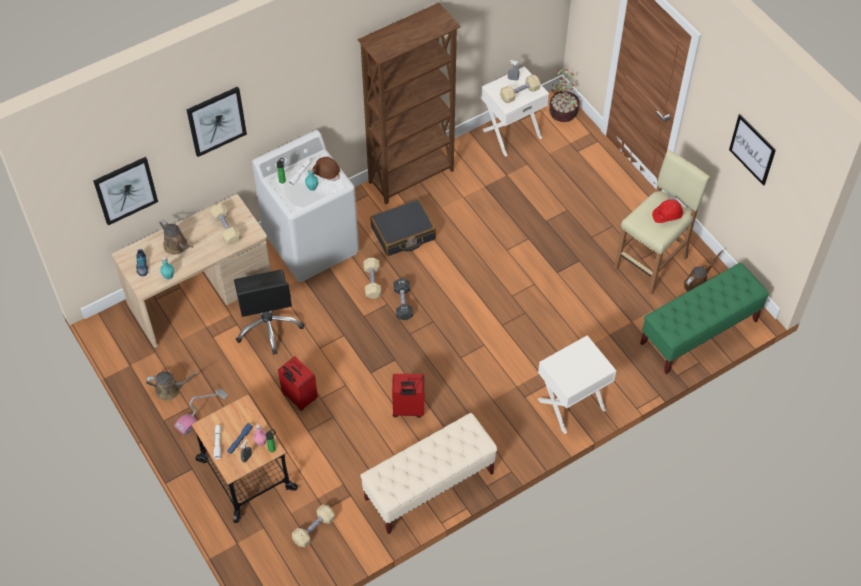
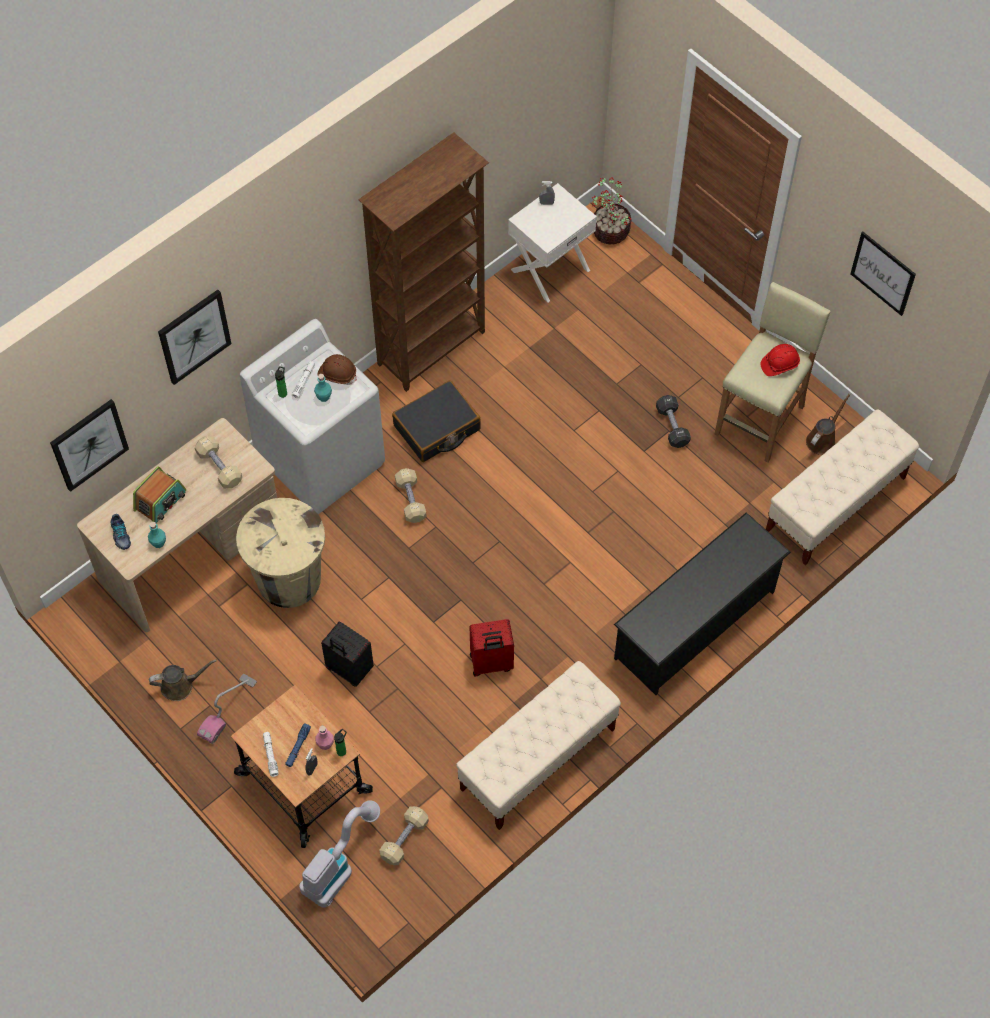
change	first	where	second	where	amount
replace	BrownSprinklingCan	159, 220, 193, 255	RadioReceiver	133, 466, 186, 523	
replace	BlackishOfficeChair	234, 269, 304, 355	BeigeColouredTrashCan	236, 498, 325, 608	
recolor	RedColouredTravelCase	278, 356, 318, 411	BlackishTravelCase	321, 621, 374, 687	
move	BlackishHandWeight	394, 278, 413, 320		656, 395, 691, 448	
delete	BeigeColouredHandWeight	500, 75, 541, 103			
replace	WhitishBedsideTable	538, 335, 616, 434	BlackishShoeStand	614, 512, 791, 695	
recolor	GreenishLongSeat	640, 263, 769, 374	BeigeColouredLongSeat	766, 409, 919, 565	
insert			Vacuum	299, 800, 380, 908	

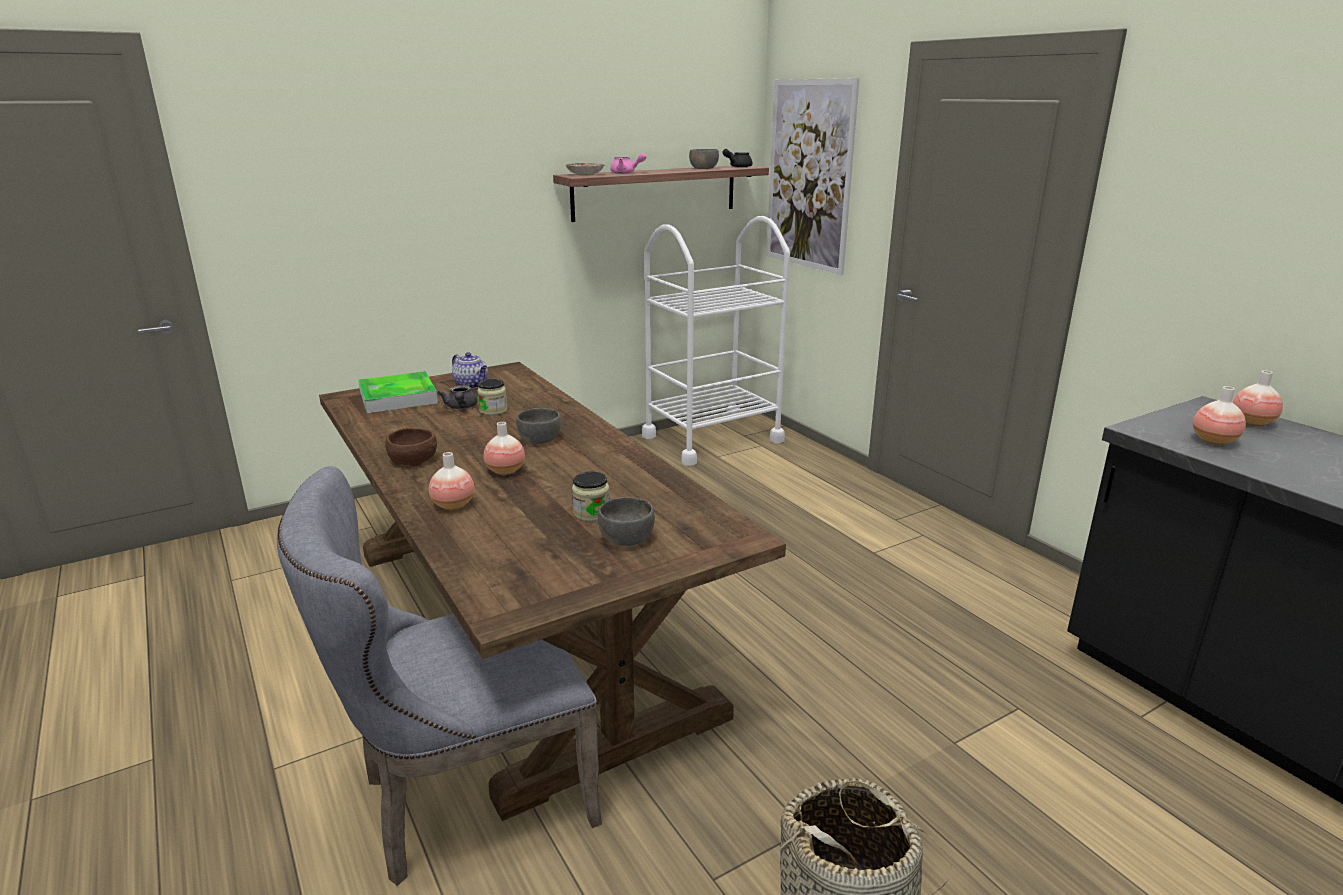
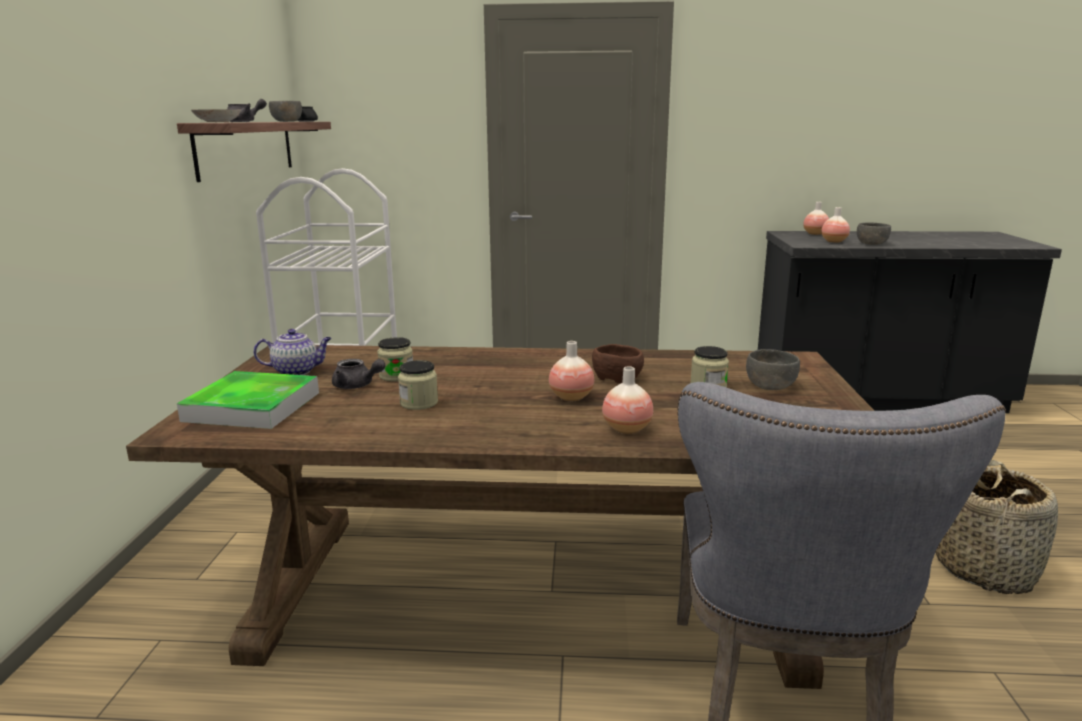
change	first	where	second	where	amount
move	BrownServingBowl	385, 428, 437, 466		592, 344, 644, 383	
move	GrayServingBowl	516, 408, 561, 444		857, 222, 891, 245	
recolor	PinkColouredTeaPot	610, 153, 646, 173	GrayTeaPot	227, 99, 267, 122	
delete	Picture	766, 78, 860, 275			
insert			StorageJar	398, 360, 438, 410	

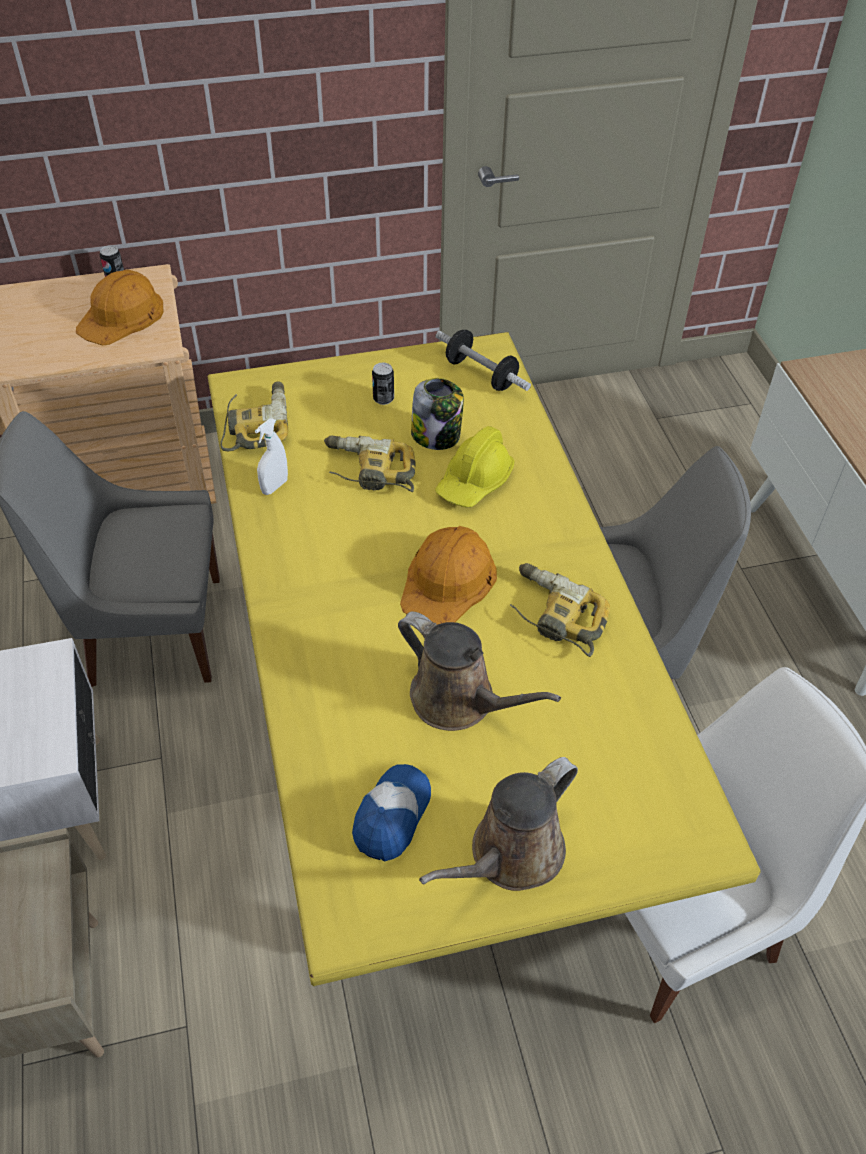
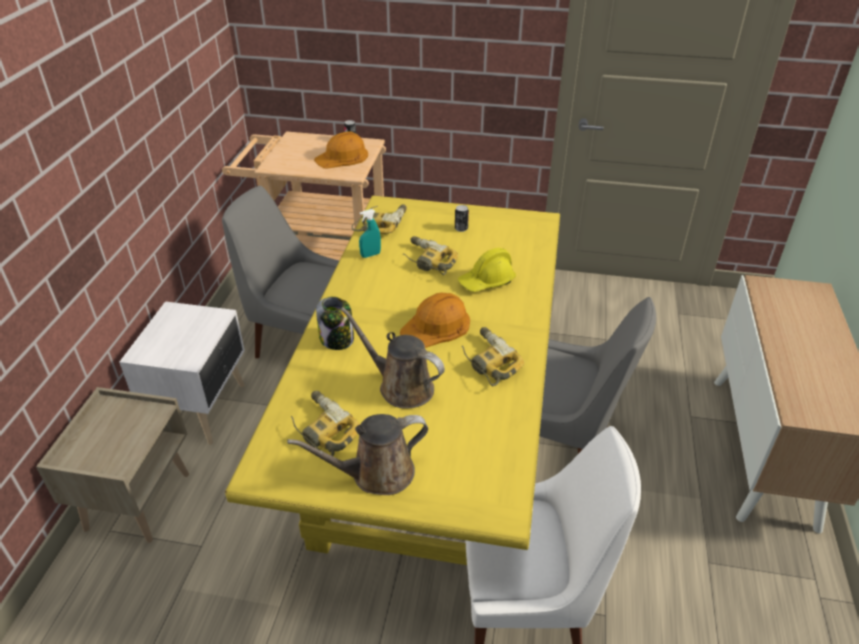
change	first	where	second	where	amount
recolor	WhitishHandSprayer	255, 418, 288, 495	TurquoiseHandSprayer	359, 209, 381, 258	
replace	Cap	352, 764, 431, 861	PowerDrill	291, 391, 359, 456	
rotate	BrownSprinklingCan	398, 612, 561, 731		341, 307, 445, 409	150 degrees clockwise
move	StorageJar	411, 378, 464, 450		316, 296, 354, 350	
delete	HandWeight	436, 330, 531, 391			

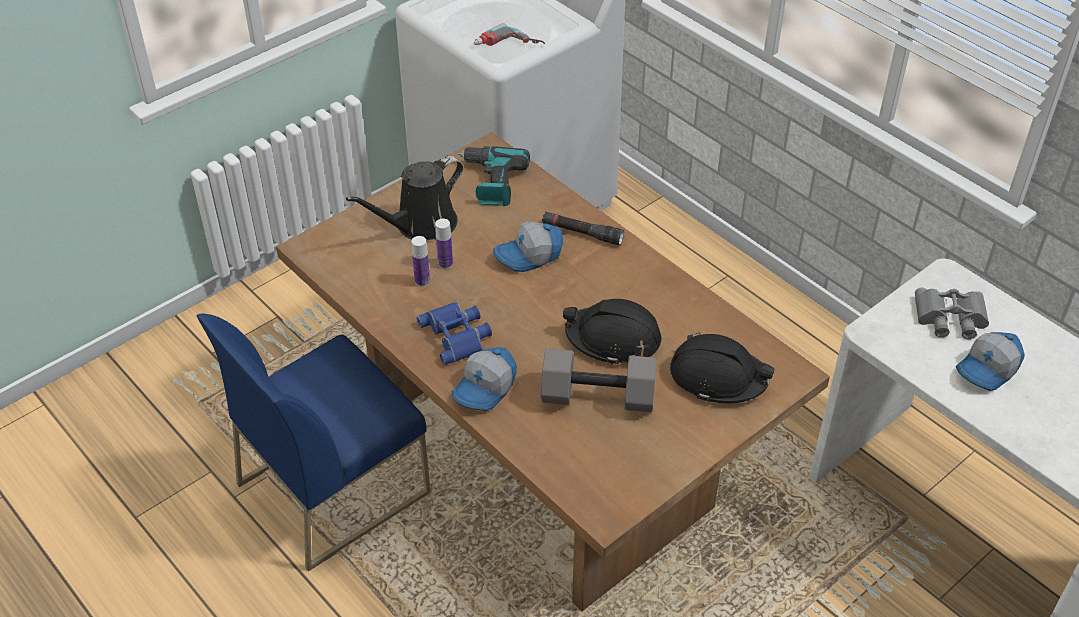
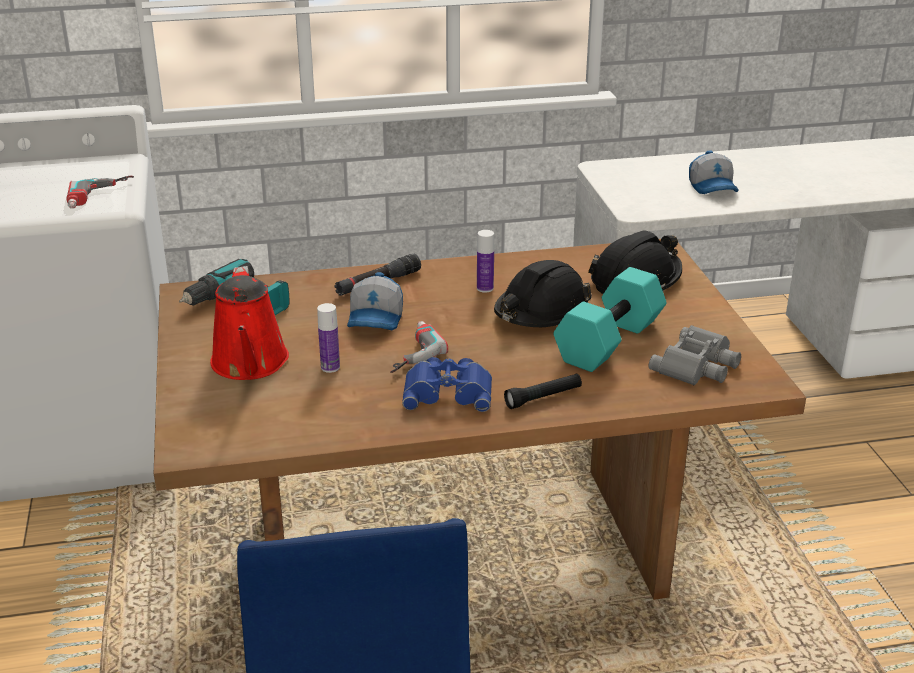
change	first	where	second	where	amount
recolor	BlackishSprinklingCan	346, 156, 463, 240	RedColouredSprinklingCan	210, 266, 289, 380	
move	BeverageBottle	411, 236, 430, 287		477, 230, 494, 293	
replace	Cap	452, 347, 517, 411	BlackishHandTorch	504, 374, 582, 409	
recolor	GrayHandWeight	541, 348, 657, 412	TurquoiseHandWeight	553, 267, 667, 372	
move	GrayFieldGlasses	915, 288, 989, 339		649, 325, 741, 385	
insert			PowerDrill	390, 321, 448, 373	

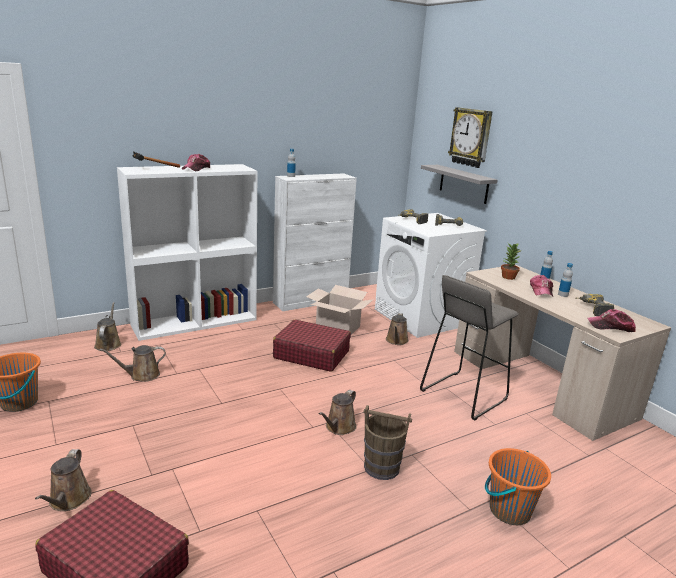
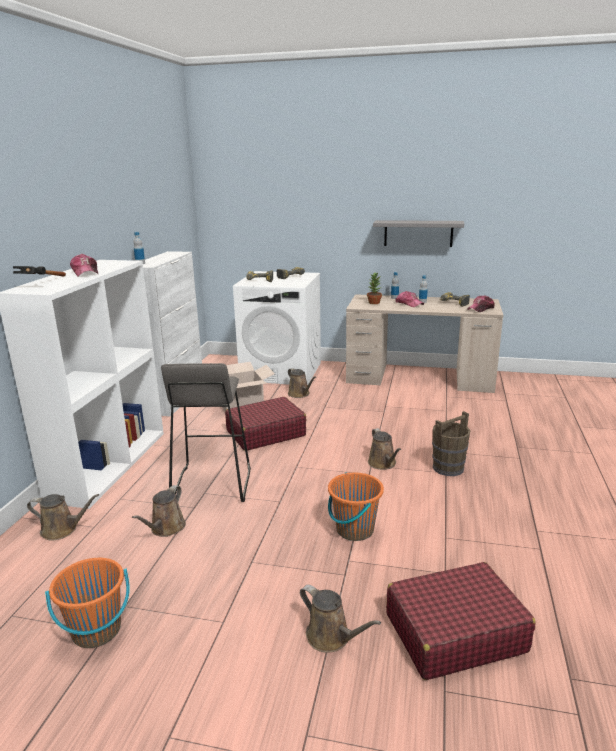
change	first	where	second	where	amount
rotate	BrownSprinklingCan	94, 302, 121, 351		27, 494, 99, 541	150 degrees clockwise
move	GrayStool	420, 275, 518, 420		161, 363, 251, 502	
move	GrayWallShelf	421, 165, 498, 204		373, 220, 464, 247	
delete	WallClock	448, 107, 493, 168			
move	OrangeColouredBucket	485, 448, 551, 525		328, 472, 384, 541	

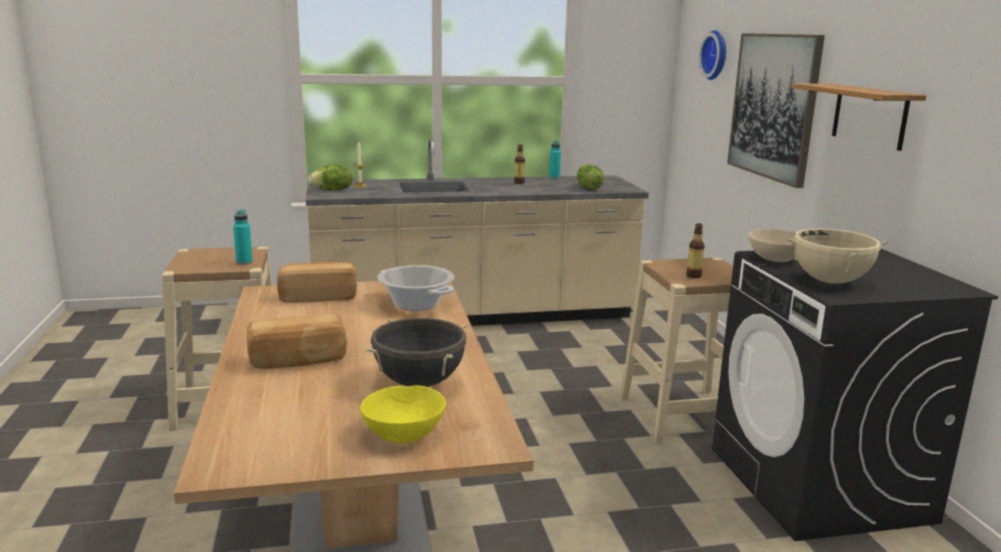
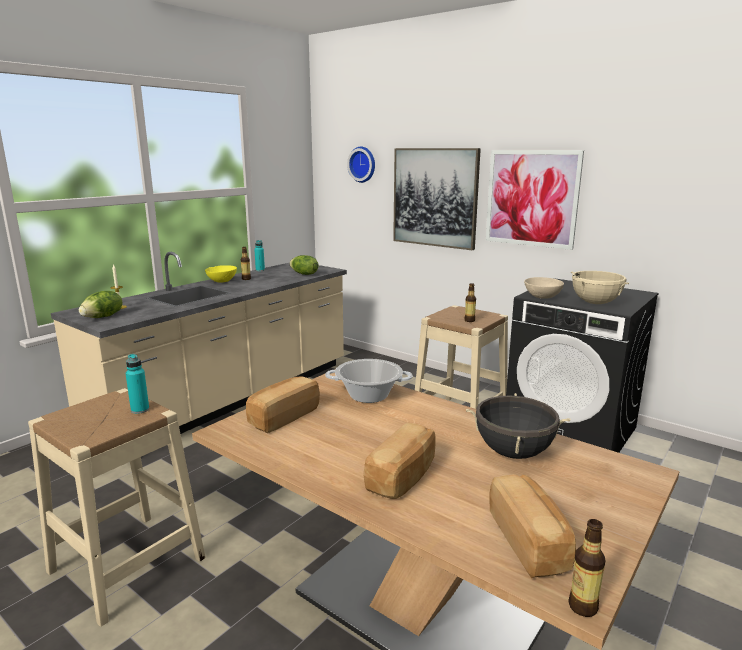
change	first	where	second	where	amount
move	YellowishServingBowl	360, 386, 446, 443		205, 265, 237, 282	
replace	WallShelf	791, 83, 927, 151	Picture	486, 150, 584, 250	
insert			Bread	489, 474, 576, 578	
insert			BeverageBottle	568, 519, 606, 617	

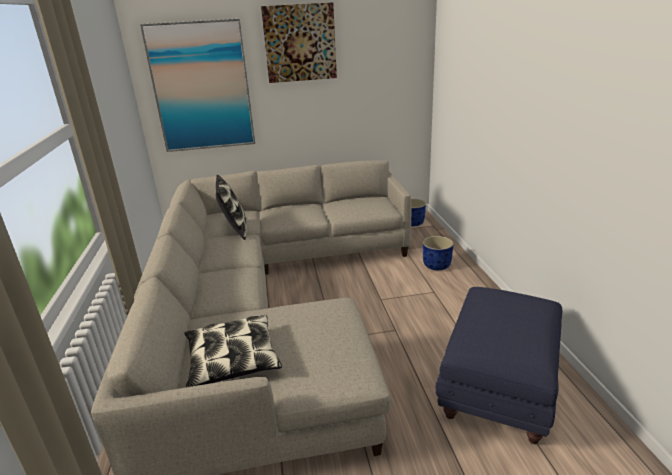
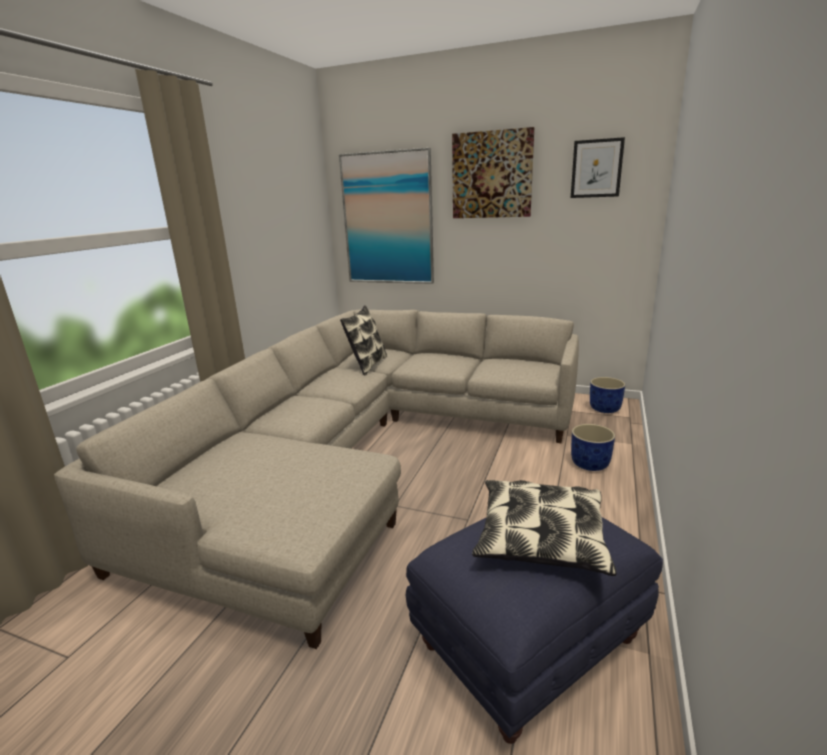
change	first	where	second	where	amount
move	Pillow	184, 314, 282, 387		472, 480, 617, 576	
insert			Picture	571, 137, 625, 198	

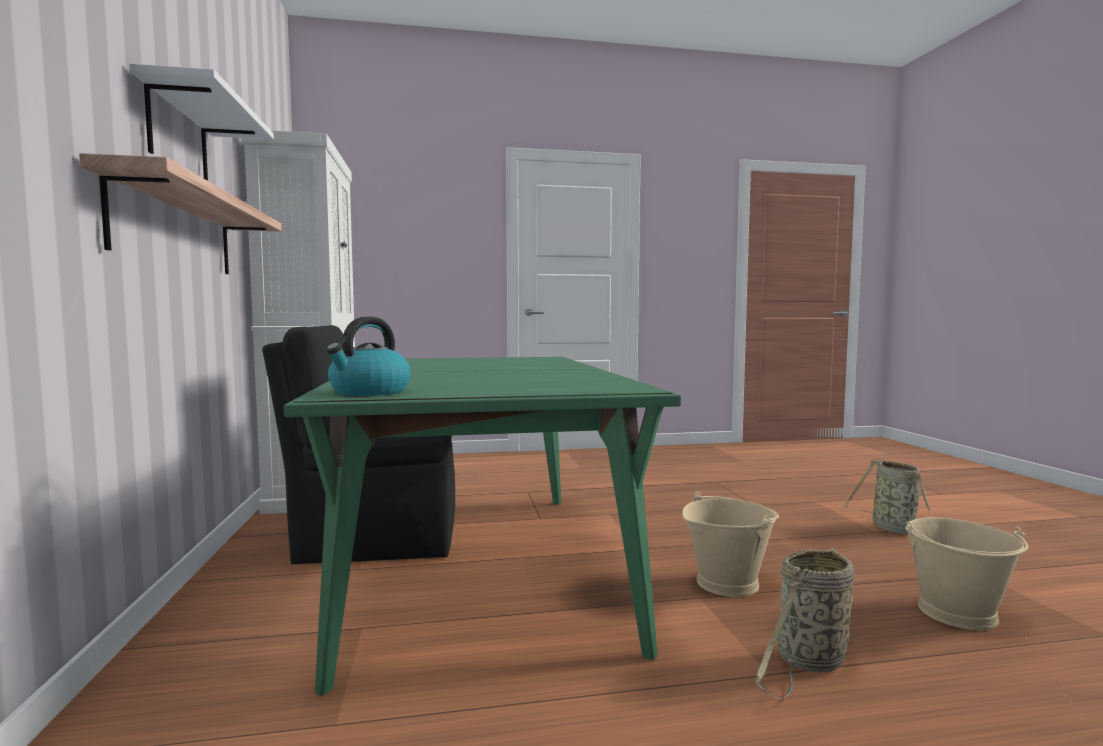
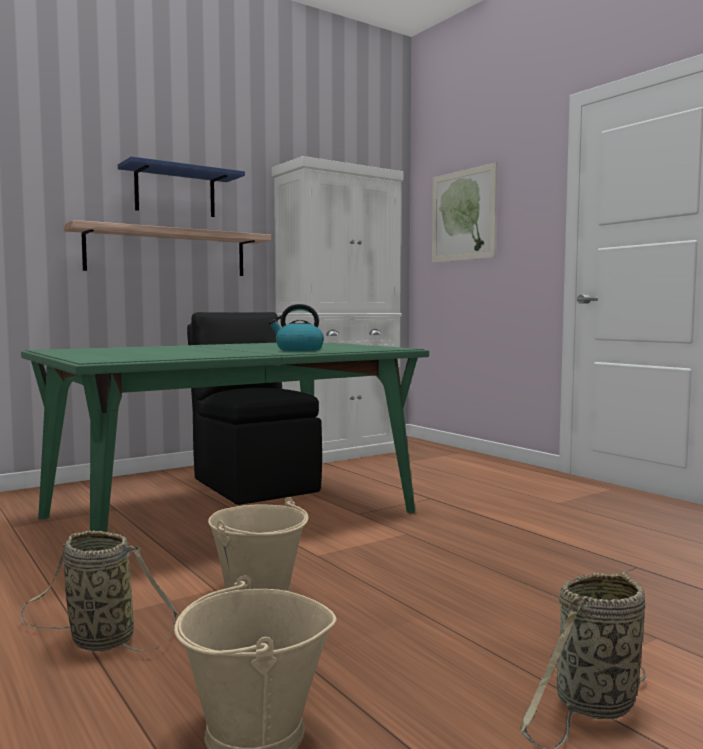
change	first	where	second	where	amount
recolor	WhitishWallShelf	129, 63, 274, 181	BlueColouredWallShelf	118, 156, 245, 217	
move	Kettle	326, 317, 411, 396		269, 304, 324, 351	
insert			Picture	432, 162, 497, 263	

